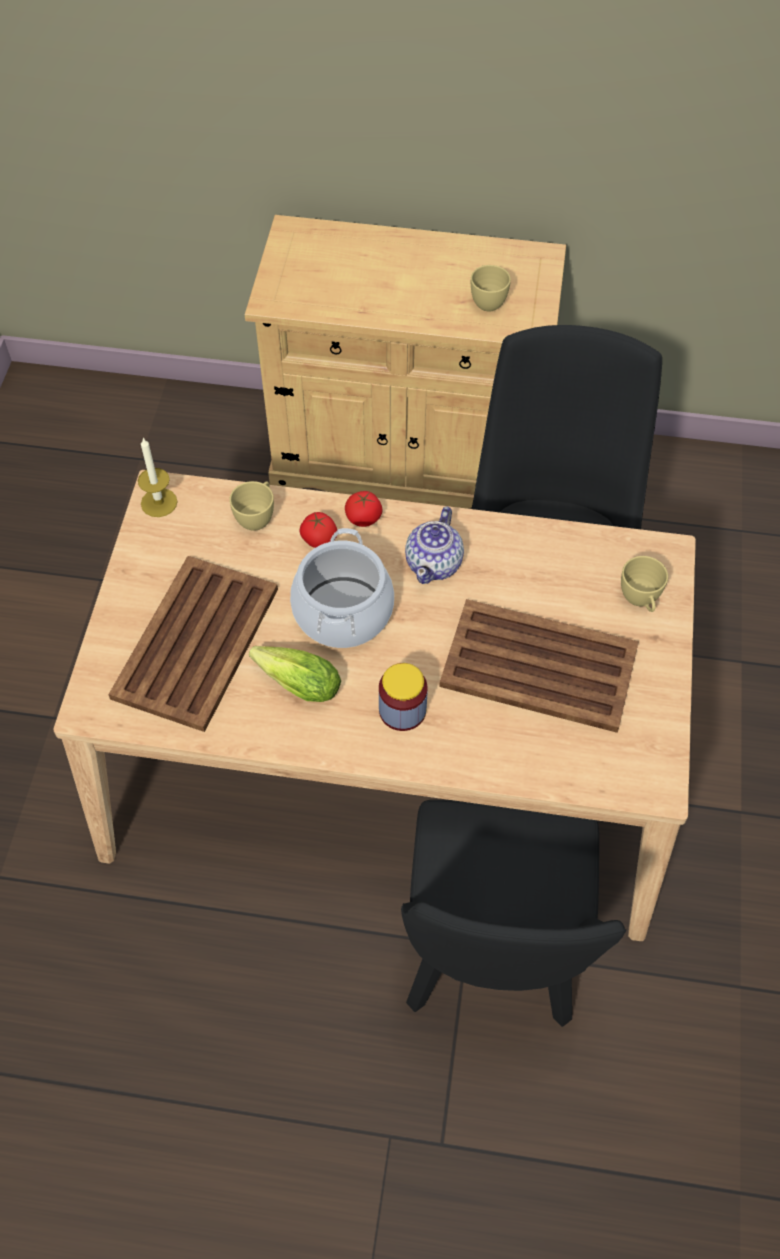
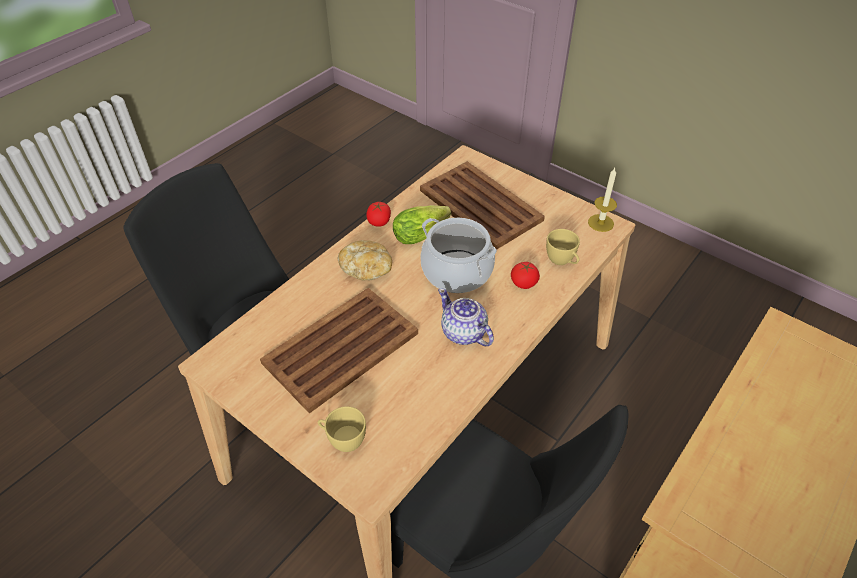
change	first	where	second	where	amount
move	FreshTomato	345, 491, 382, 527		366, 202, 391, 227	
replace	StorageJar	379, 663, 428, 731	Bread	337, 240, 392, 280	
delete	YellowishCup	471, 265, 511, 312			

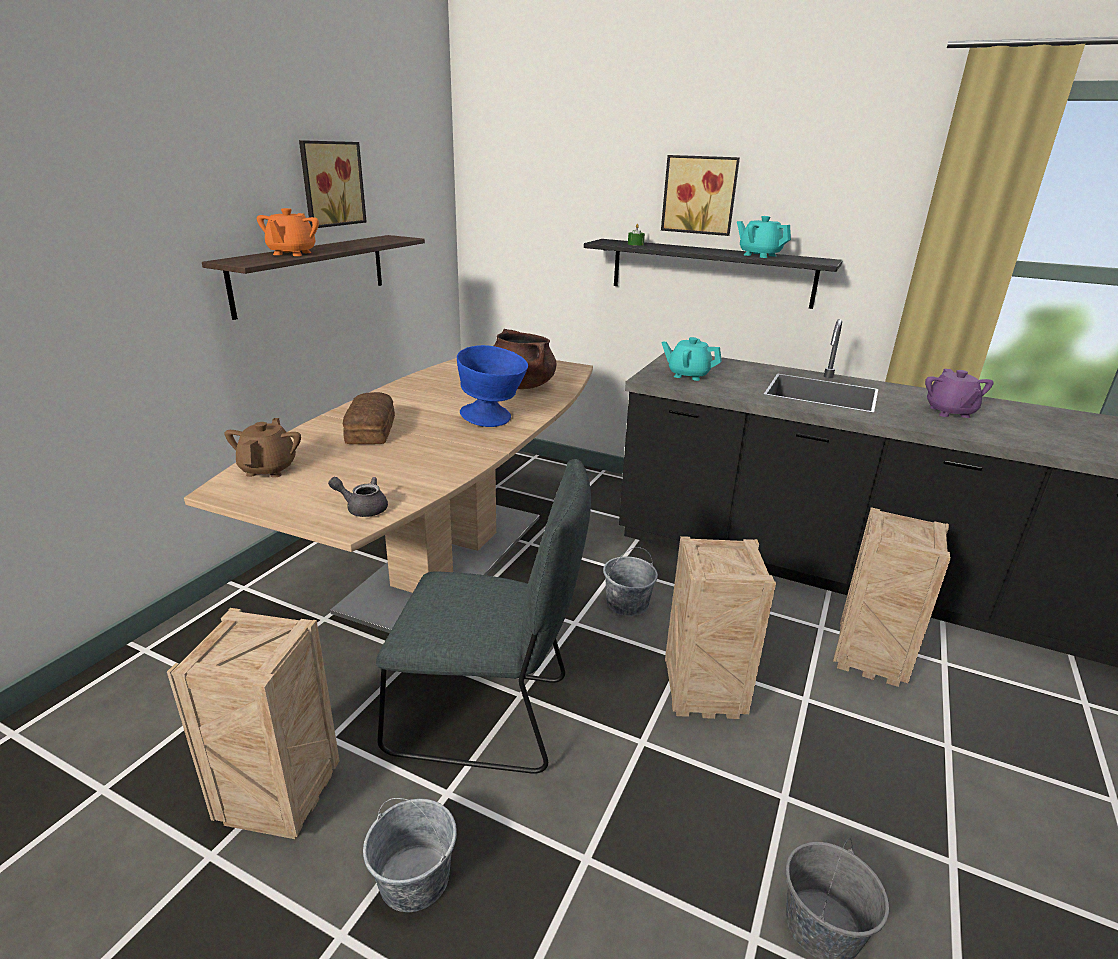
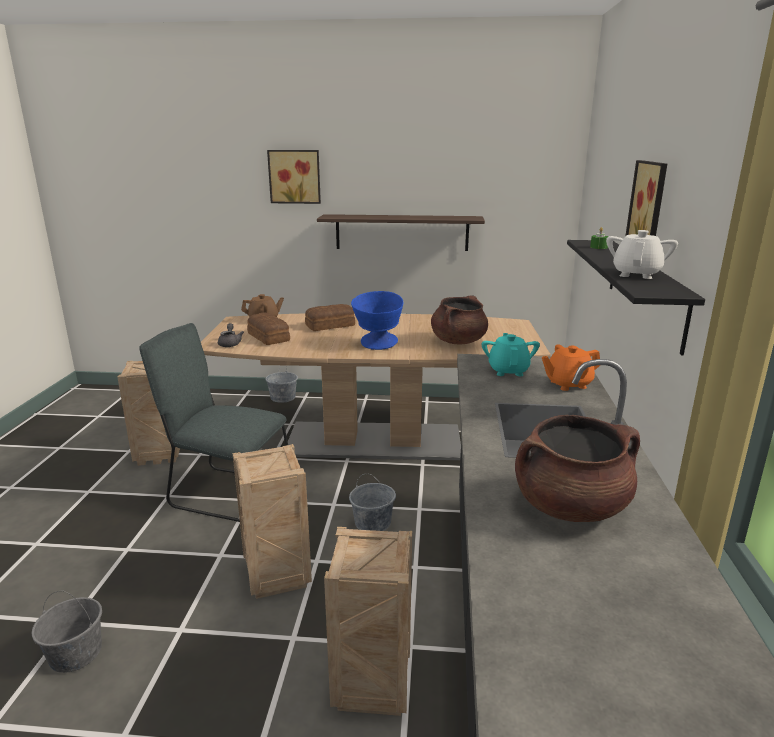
change	first	where	second	where	amount
move	OrangeColouredTeaPot	257, 208, 319, 256		542, 344, 600, 391	
move	Picture	299, 140, 367, 228		267, 150, 321, 204	
move	GrayBucket	363, 798, 457, 912		265, 365, 298, 403	
rotate	GrayChair	376, 459, 591, 774		139, 323, 288, 522	120 degrees clockwise
recolor	TurquoiseTeaPot	737, 216, 791, 258	WhitishTeaPot	606, 230, 678, 279	
replace	PurplishTeaPot	925, 369, 994, 418	BrownStockpot	515, 414, 640, 522	
insert			Bread	247, 312, 290, 345	

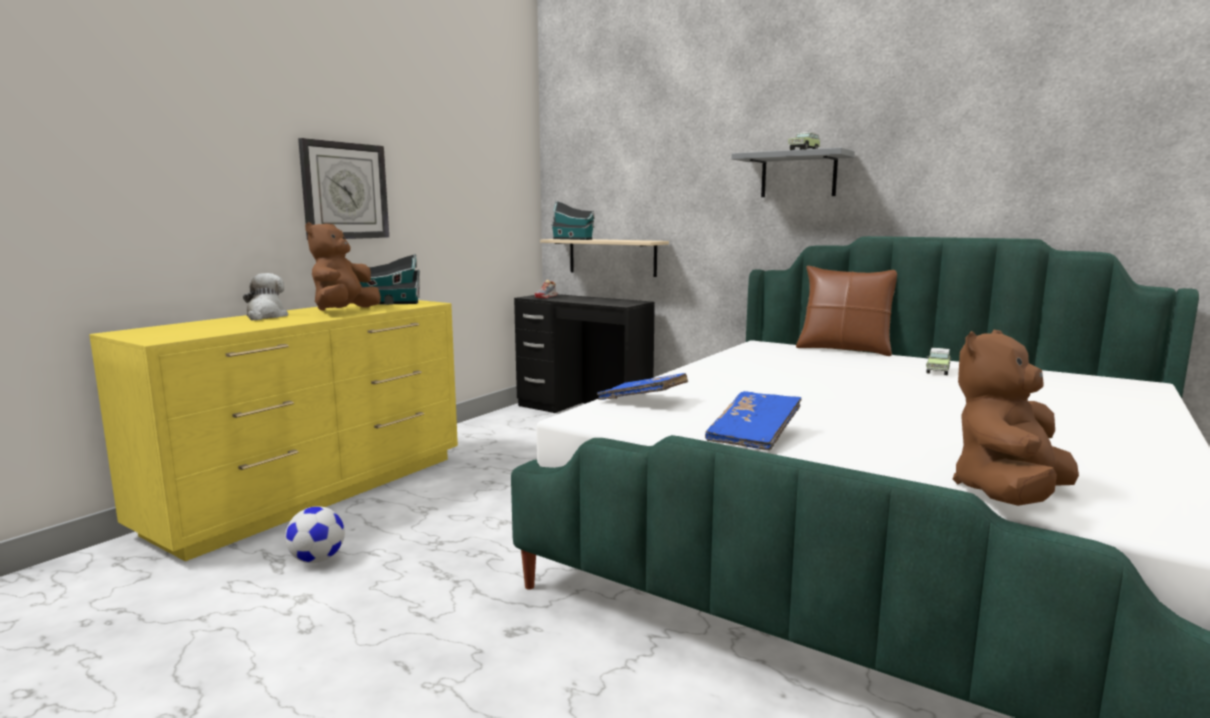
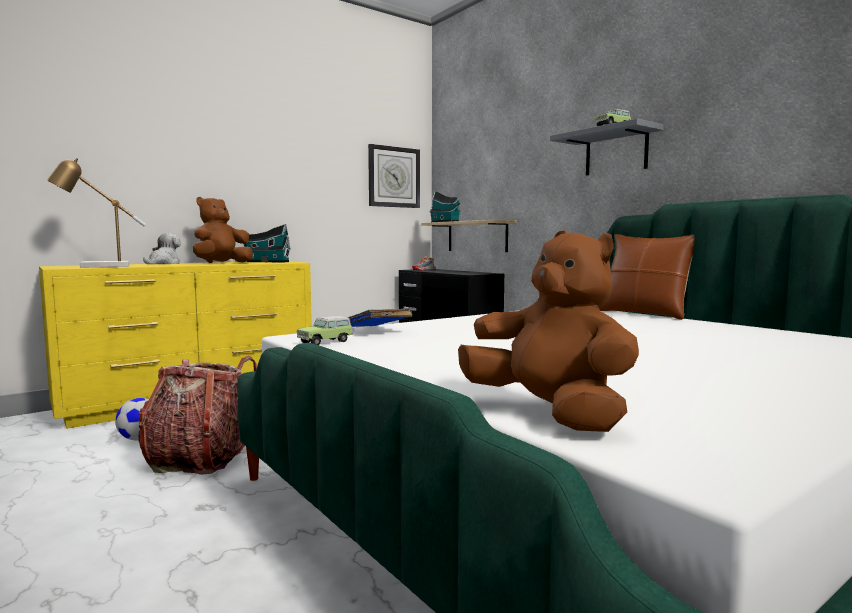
change	first	where	second	where	amount
move	WallClock	298, 138, 389, 240		368, 144, 420, 208	
delete	BlueColouredBoundBook	705, 391, 802, 450			
move	ToyCar	926, 348, 952, 375		297, 316, 353, 345	
rotate	BrownSoftToy	953, 330, 1079, 506		458, 230, 639, 432	75 degrees clockwise
insert			TabletopLamp	47, 158, 146, 268	
insert			Rucksack	138, 356, 257, 475	

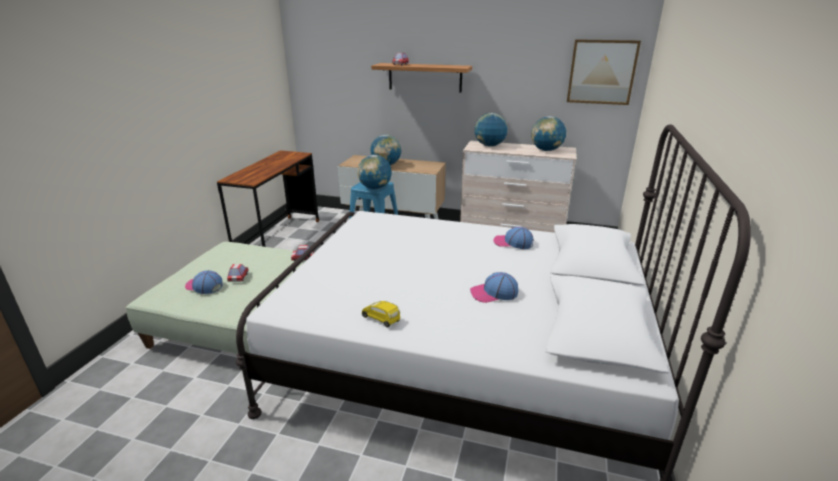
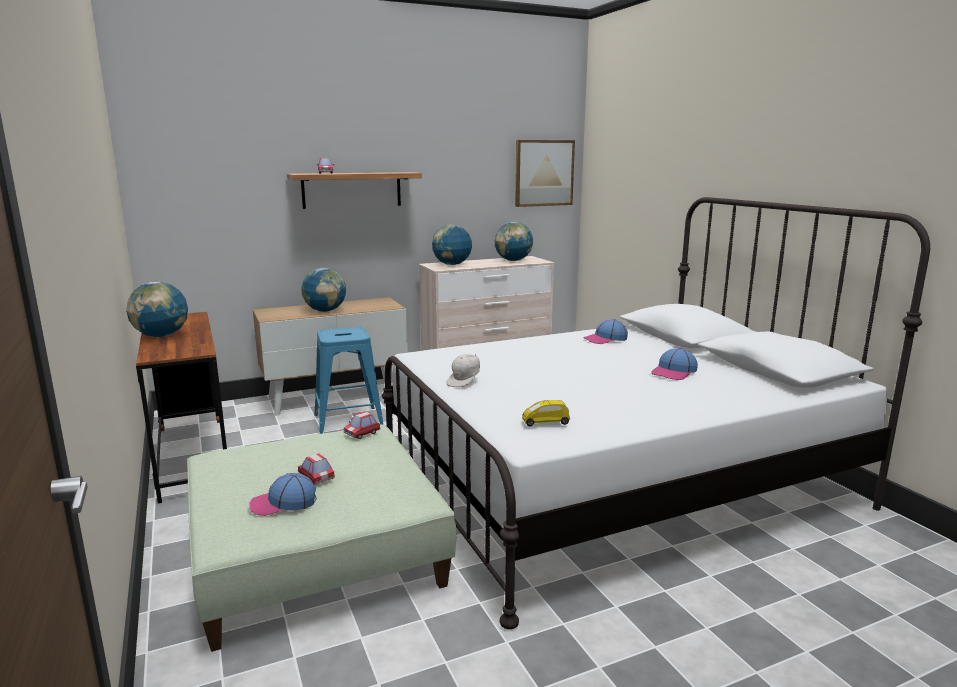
change	first	where	second	where	amount
move	DeskGlobe	357, 155, 392, 190		126, 281, 188, 337	
move	YellowishToyCar	362, 301, 400, 327		522, 400, 570, 426	
insert			WhitishCap	447, 354, 480, 387	

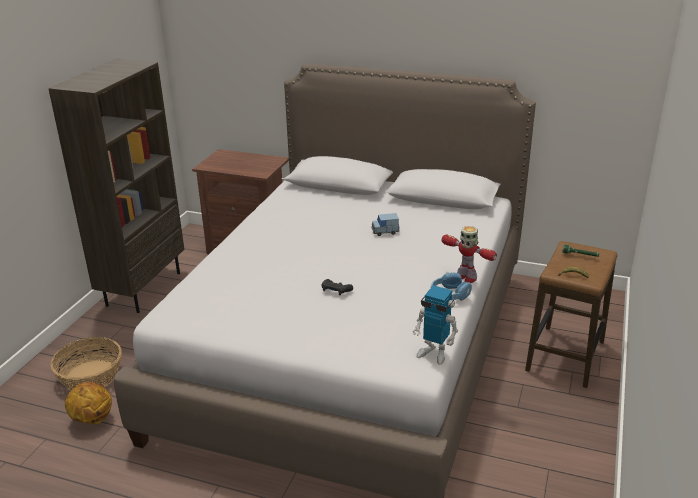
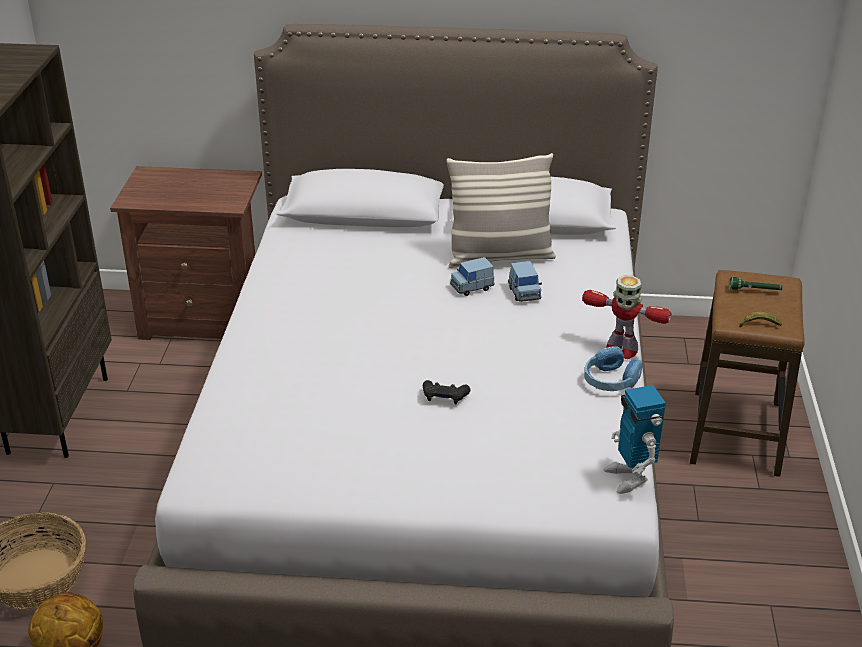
change	first	where	second	where	amount
rotate	ModelRobot	413, 285, 458, 365		604, 385, 666, 494	60 degrees clockwise
insert			Pillow	446, 153, 556, 268	
insert			BlueColouredToyCar	508, 261, 542, 302	

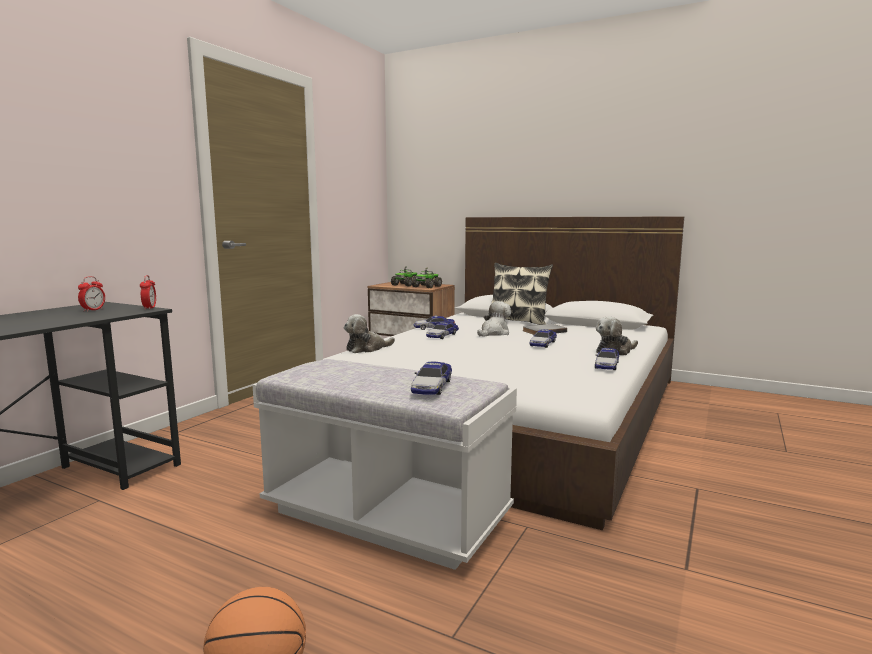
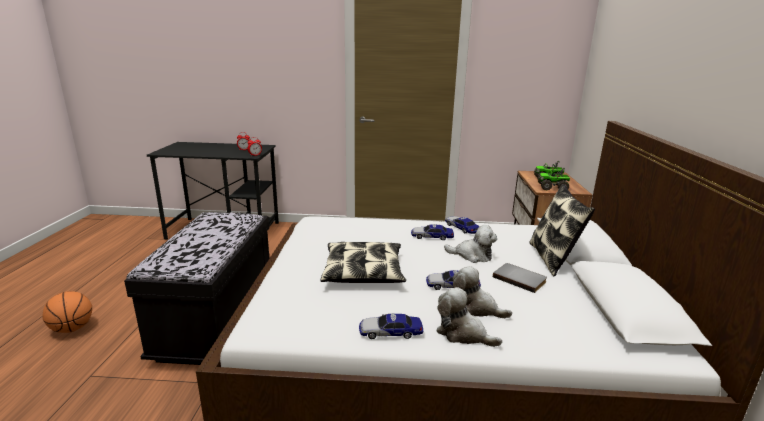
change	first	where	second	where	amount
recolor	WhitishLongSeat	253, 359, 517, 570	BlackishLongSeat	124, 212, 269, 365	
move	SoftToy	344, 314, 395, 353		453, 266, 512, 318	
delete	ToyCar	411, 362, 452, 395			
insert			Pillow	320, 242, 406, 283	

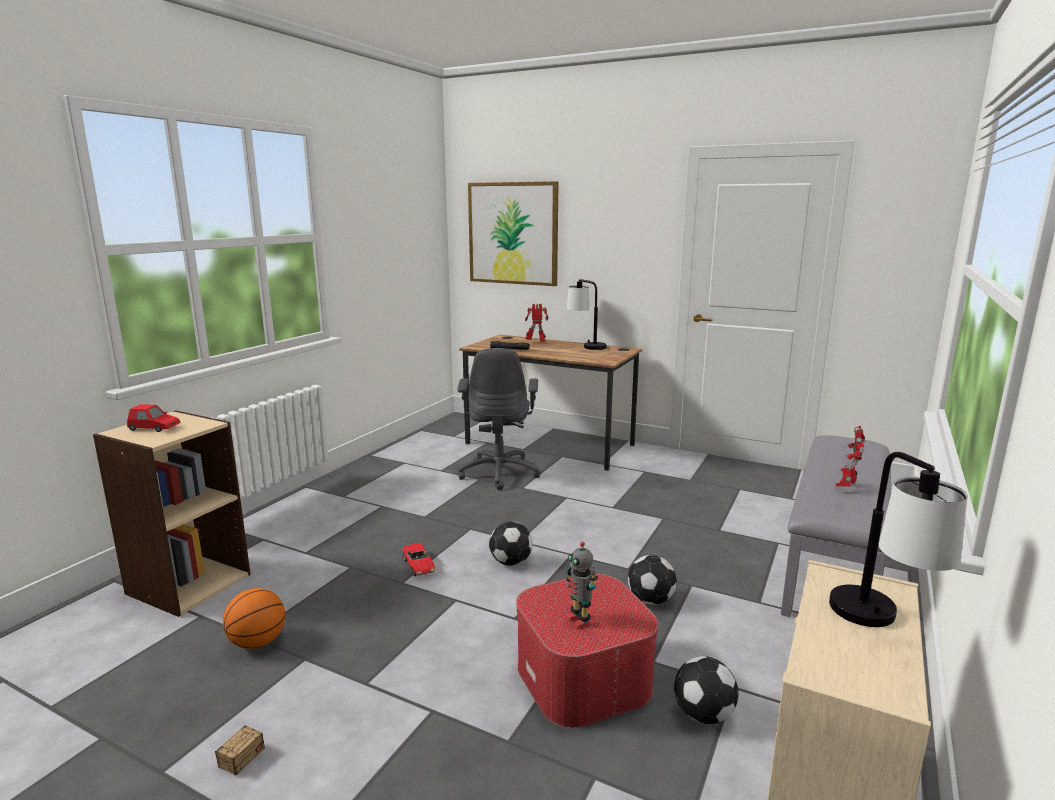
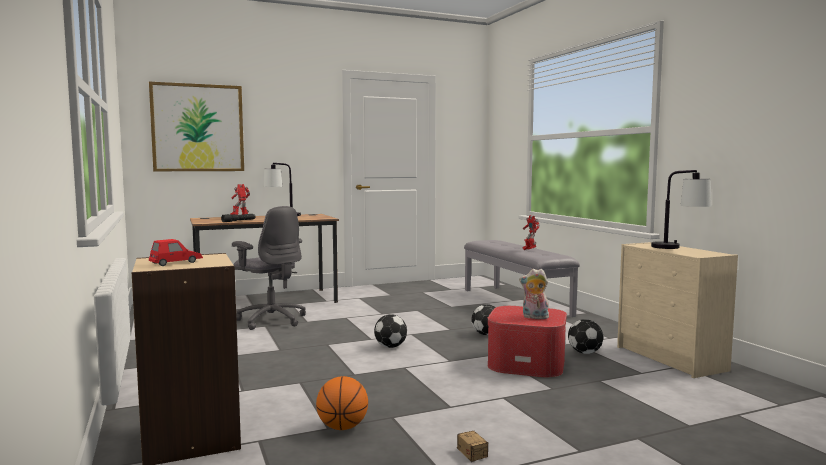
change	first	where	second	where	amount
delete	ToyCar	402, 543, 435, 576			
replace	ModelRobot	566, 542, 598, 629	SoftToy	519, 269, 549, 319	

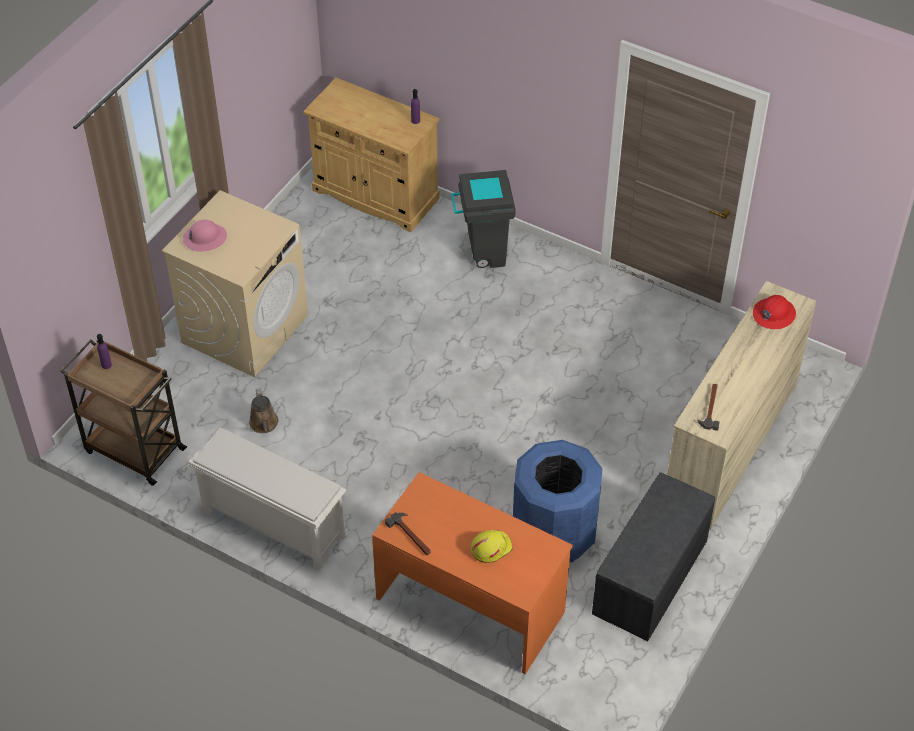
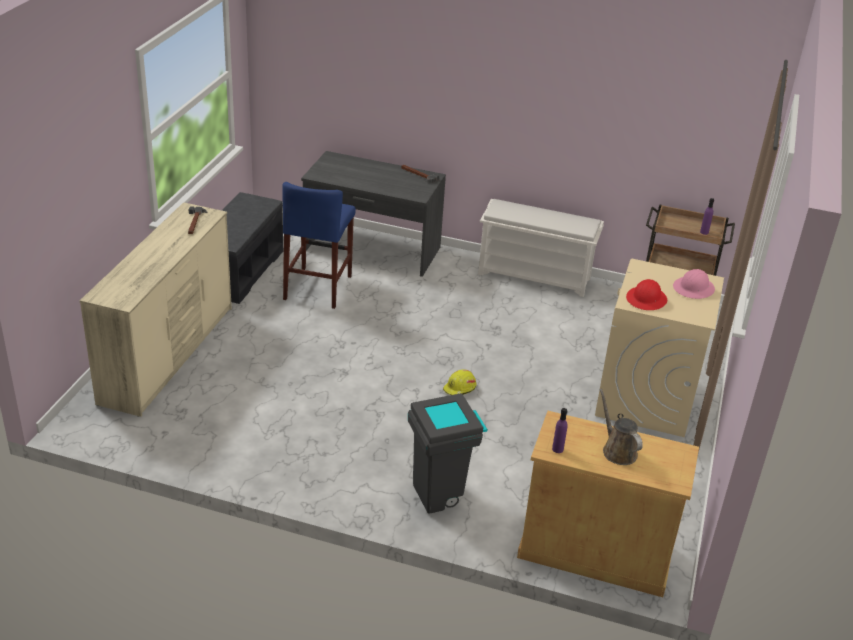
change	first	where	second	where	amount
move	BrownSprinklingCan	249, 388, 278, 433		599, 389, 643, 465	
recolor	OrangeColouredDesk	372, 472, 573, 674	GrayDesk	301, 151, 446, 277	
move	YellowishWorkHelmet	471, 530, 512, 563		443, 369, 477, 395	
replace	BlueColouredTrashCan	513, 440, 603, 562	BlueColouredStool	282, 182, 356, 309	
move	RedColouredWorkHelmet	753, 295, 796, 329		626, 279, 667, 310	

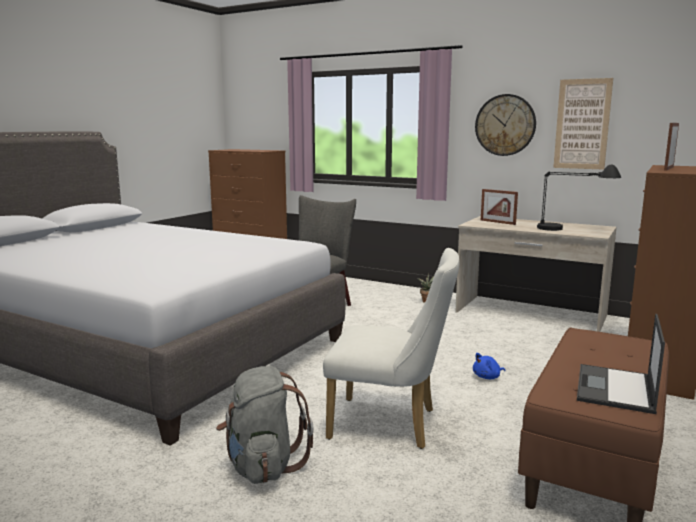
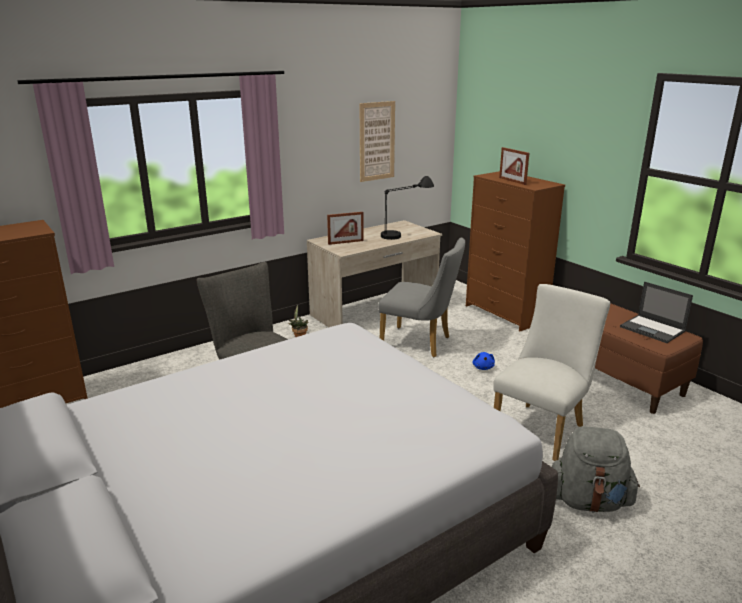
change	first	where	second	where	amount
delete	WallClock	475, 94, 536, 156			
insert			GrayChair	378, 237, 465, 357	

